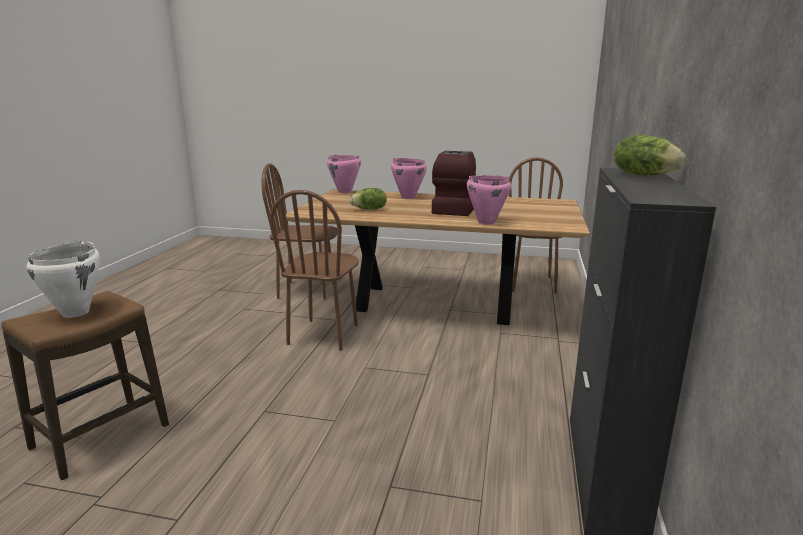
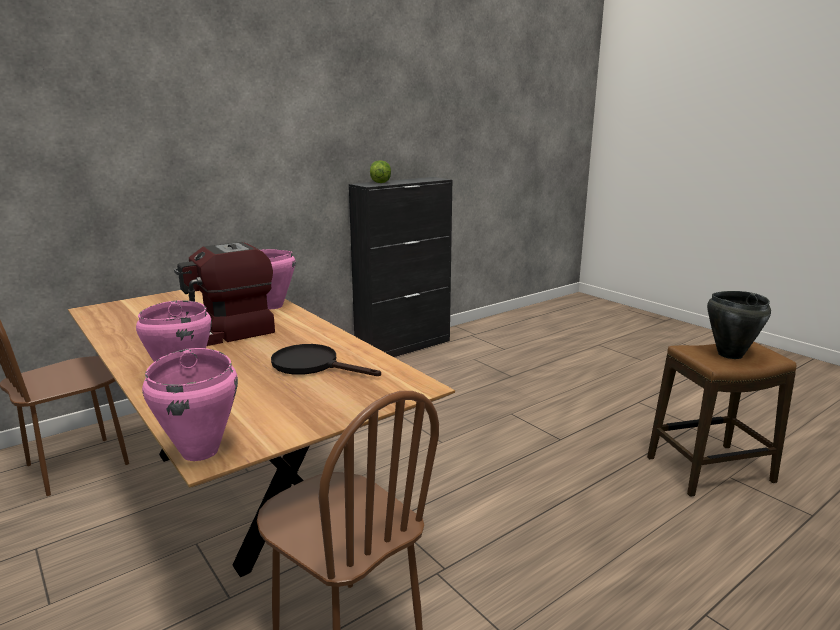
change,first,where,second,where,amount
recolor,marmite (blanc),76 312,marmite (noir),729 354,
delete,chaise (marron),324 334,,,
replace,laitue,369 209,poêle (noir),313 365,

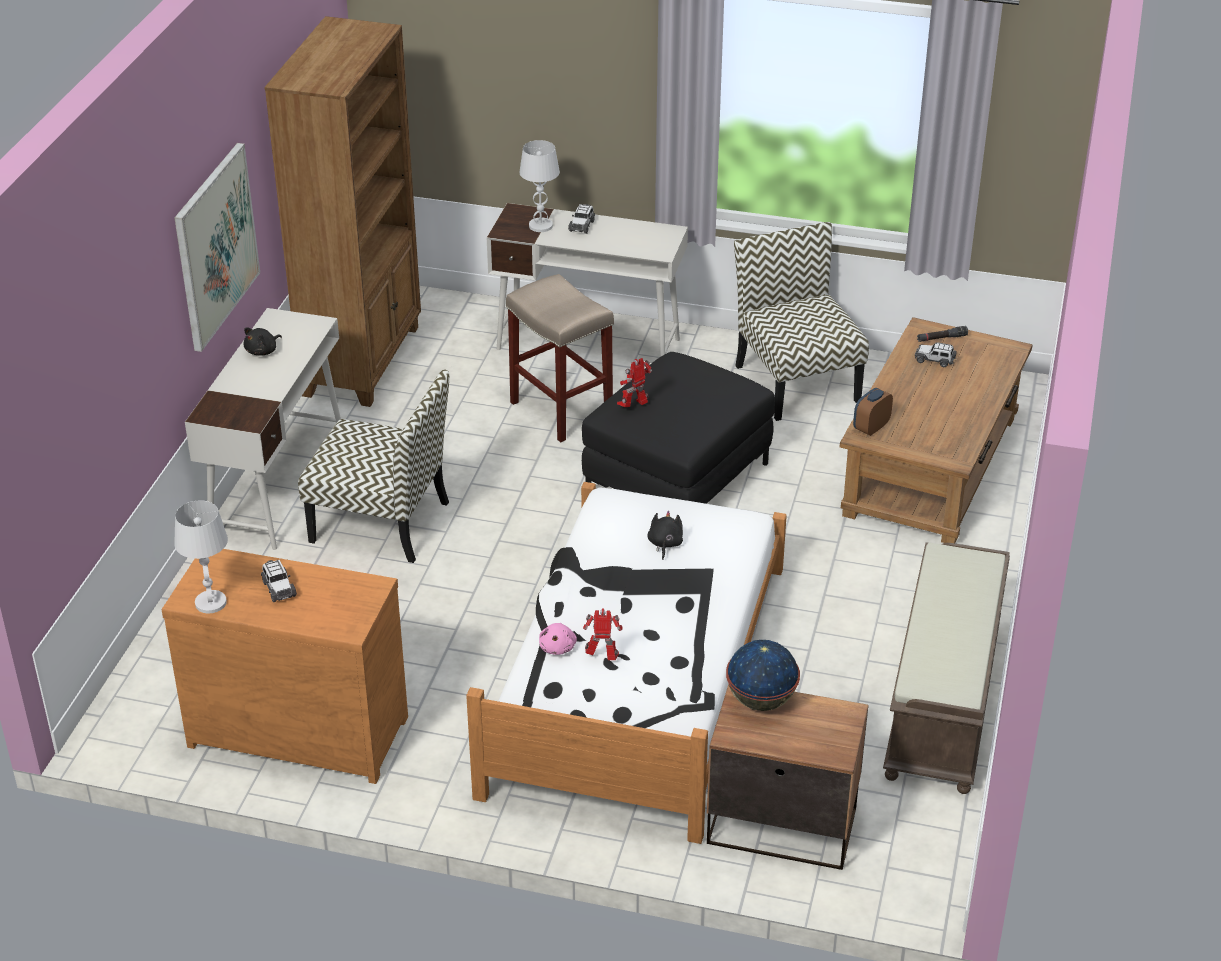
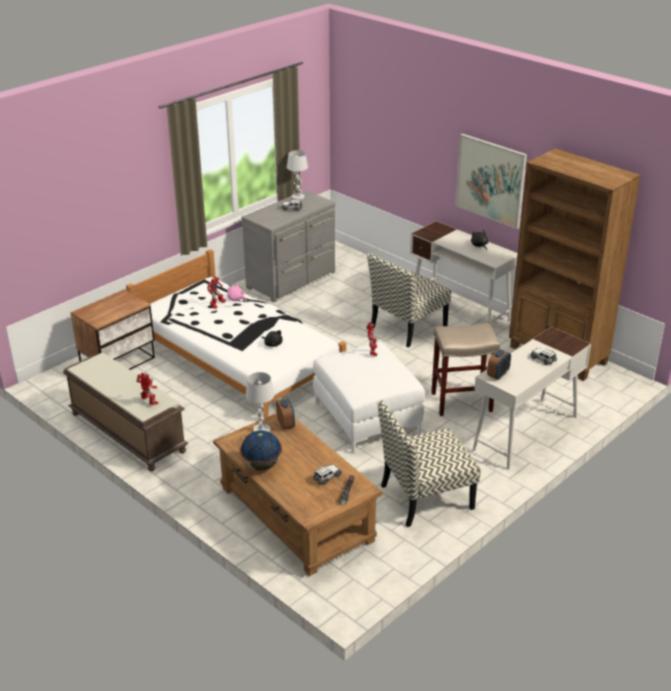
change,first,where,second,where,amount
recolor,commode (marron),299 727,commode (gris),293 280,
move,lampe de table (blanc),540 226,,261 430,
recolor,pouf (noir),677 479,pouf (blanc),366 418,
move,globe,761 700,,262 466,
rotate,chaise,795 382,,425 497,150 degrees clockwise
insert,,,robot jouet,149 402,
insert,,,réveil,498 375,

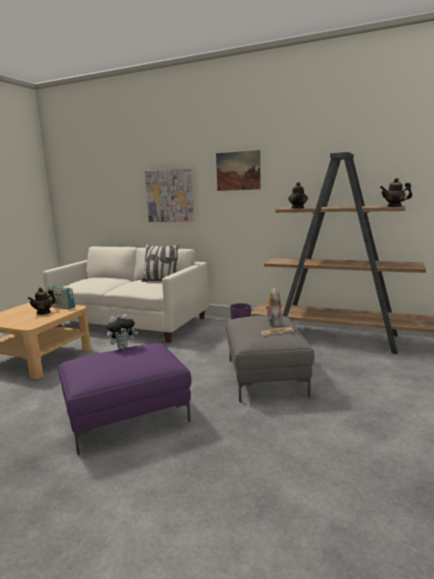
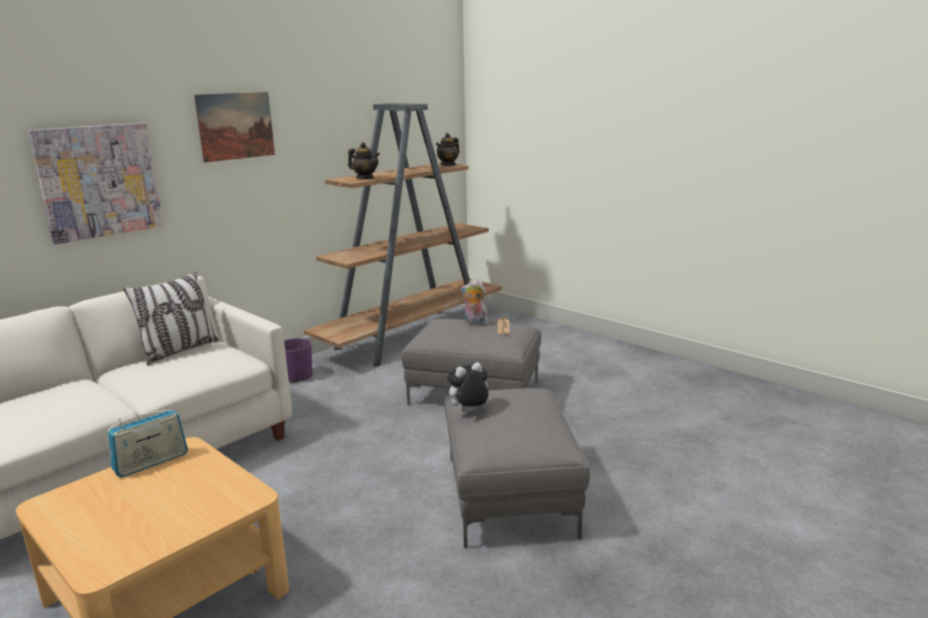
change,first,where,second,where,amount
delete,théière,44 312,,,
recolor,pouf (violet),128 416,pouf (gris),507 494,
rotate,peluche,123 347,,468 412,105 degrees counterclockwise

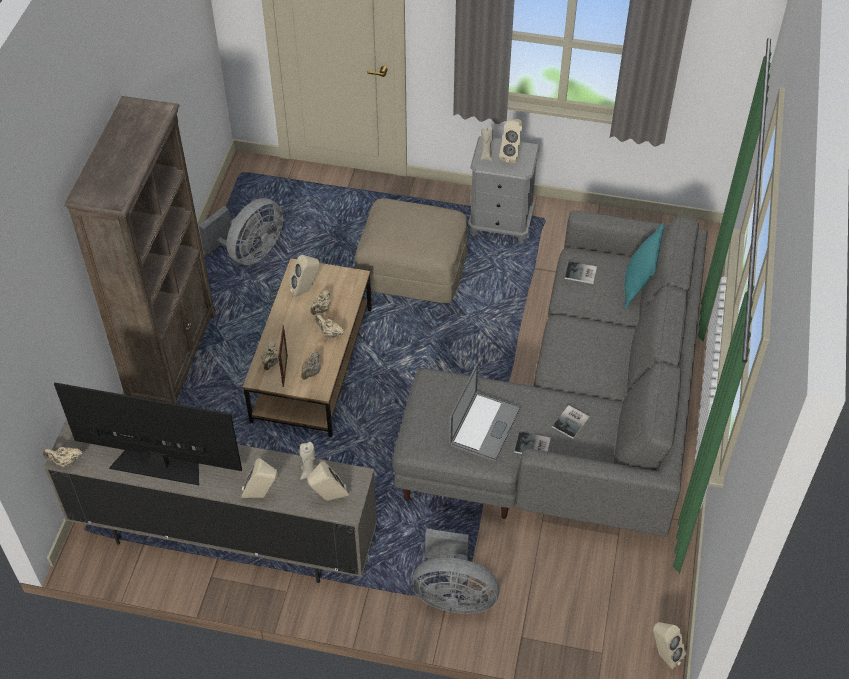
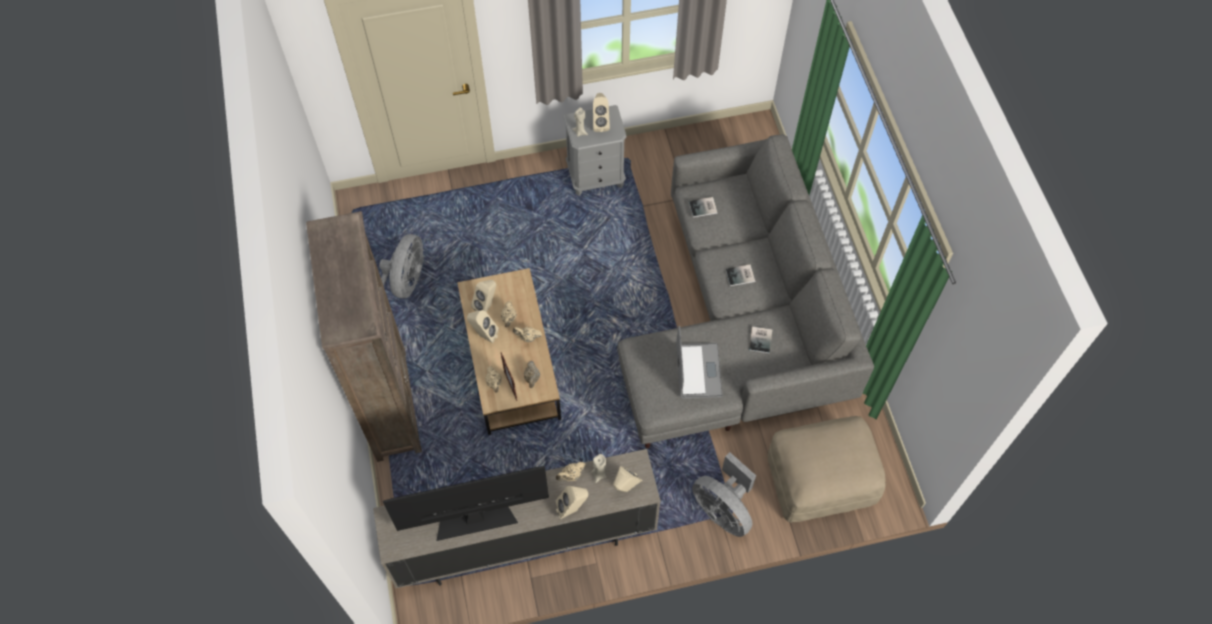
change,first,where,second,where,amount
move,théière (beige),65 462,,571 475,
move,pouf (beige),413 270,,821 478,
rotate,ventilateur (gris),453 595,,723 509,60 degrees clockwise
move,livre,533 446,,741 276,
delete,coussin (turquoise),638 286,,,
move,enceinte (beige),664 655,,484 335,

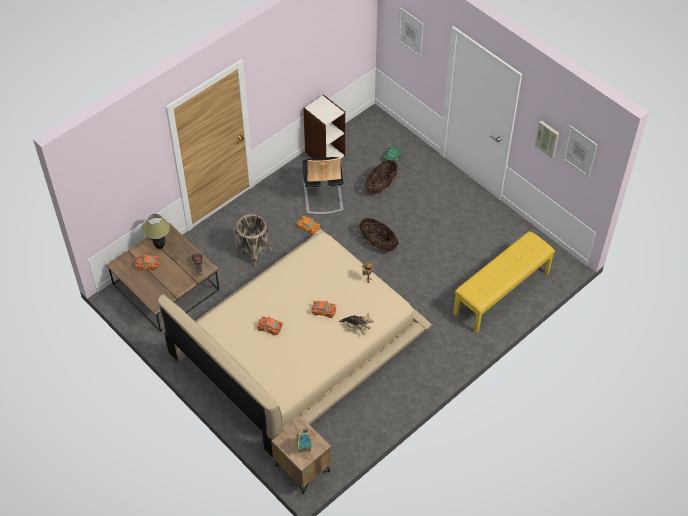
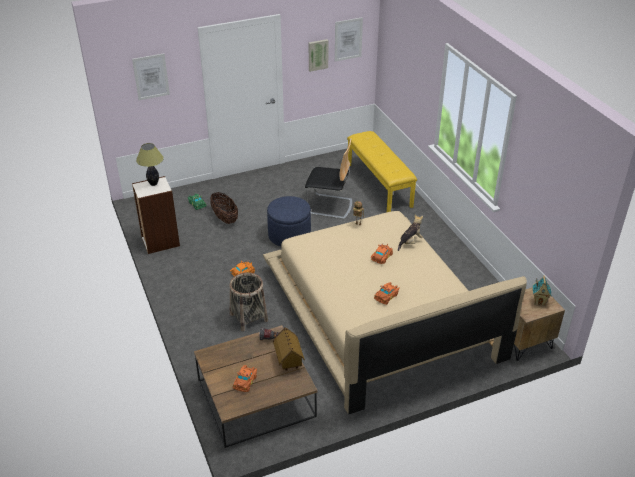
change,first,where,second,where,amount
move,lampe de table,160 246,,154 184,
move,chaise,322 196,,329 206,
replace,panier,378 243,pouf (bleu),289 235,
insert,,,maison miniature,288 360,

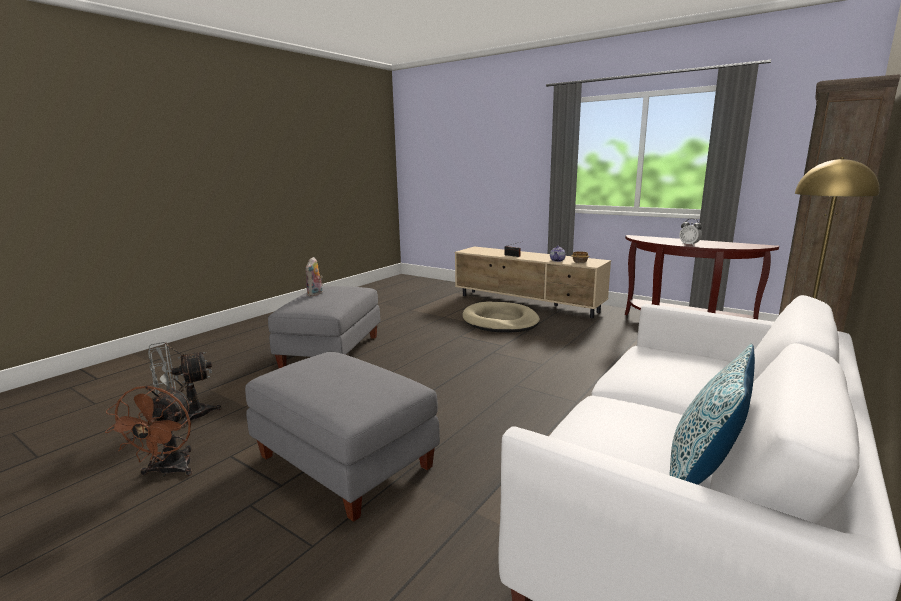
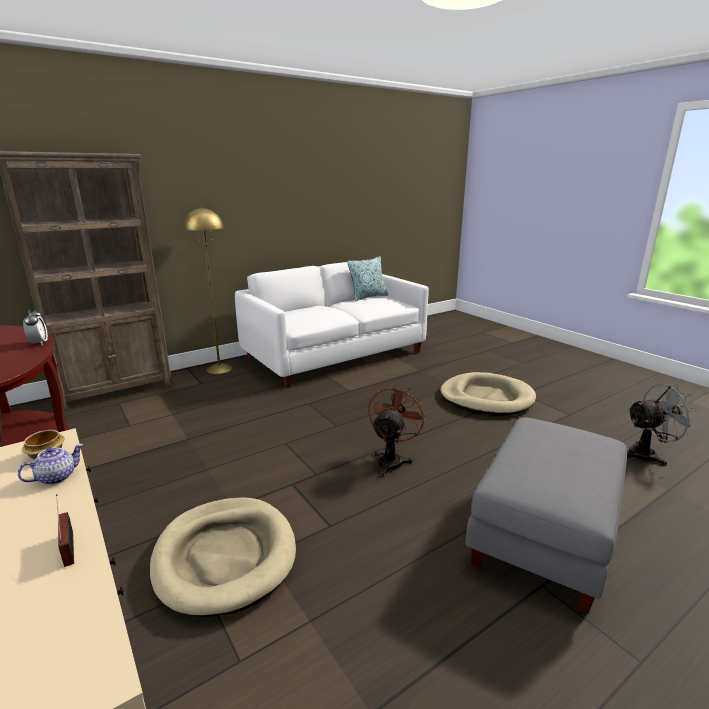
change,first,where,second,where,amount
move,ventilateur (marron),168 471,,392 460,
replace,pouf (gris),346 461,panier pour chien (beige),486 398,
delete,peluche,315 294,,,

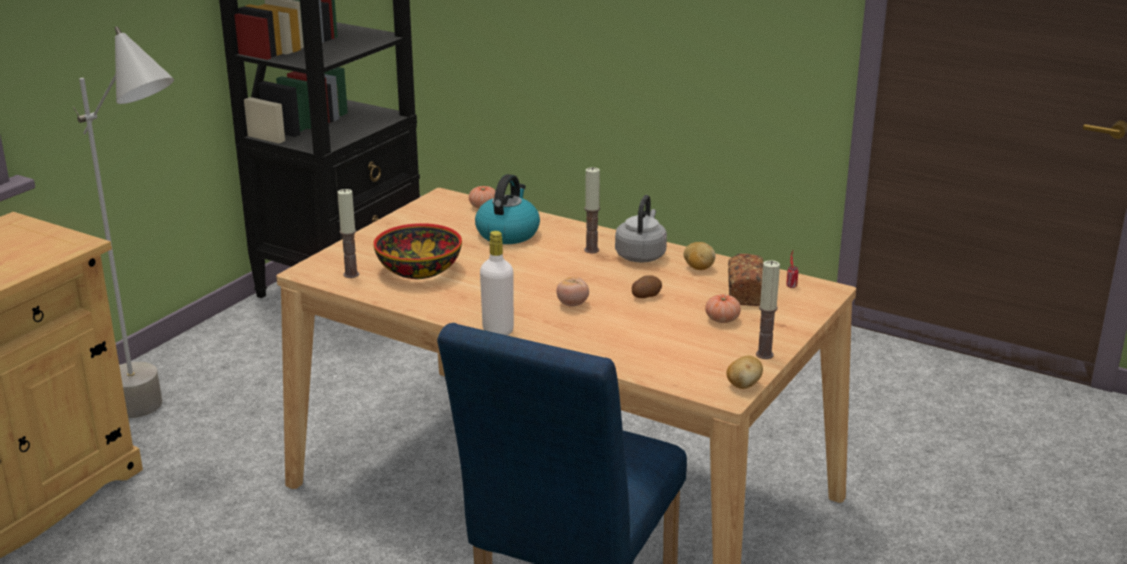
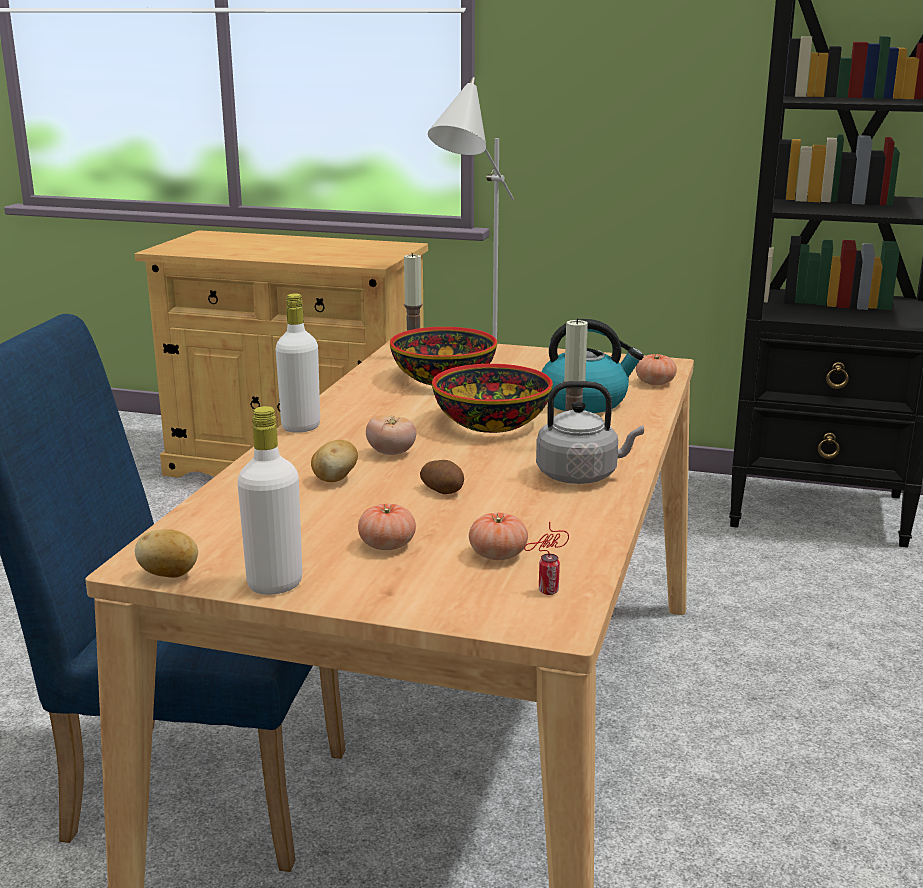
change,first,where,second,where,amount
move,pomme de terre,698 268,,335 480,
replace,pain,744 292,tomate,498 555,
replace,bougie,764 354,bouteille (blanc),275 584,
insert,,,bol,493 423,

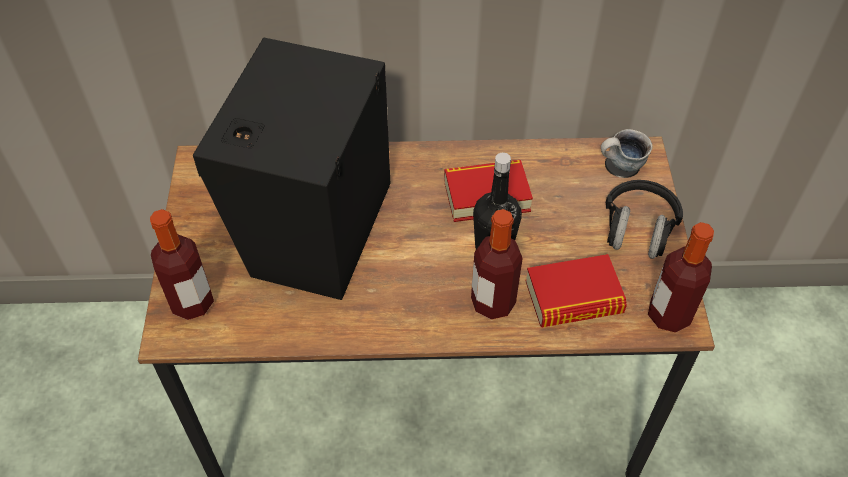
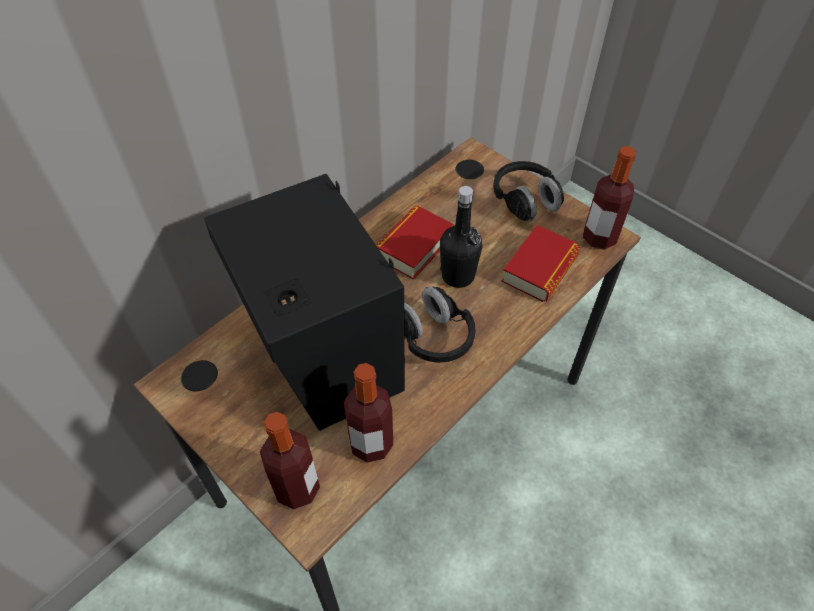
change,first,where,second,where,amount
move,bouteille,493 302,,371 443,
delete,mug,621 165,,,
insert,,,casque audio (noir),434 337,

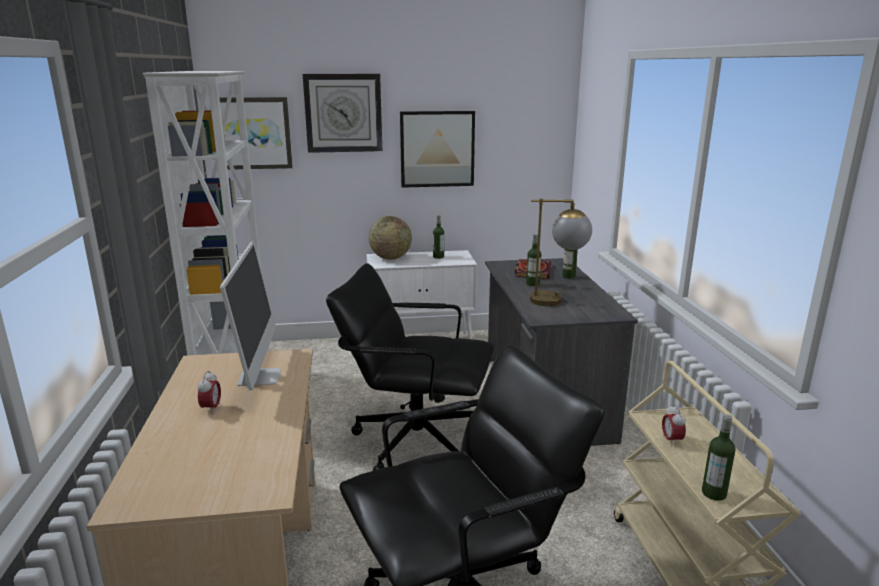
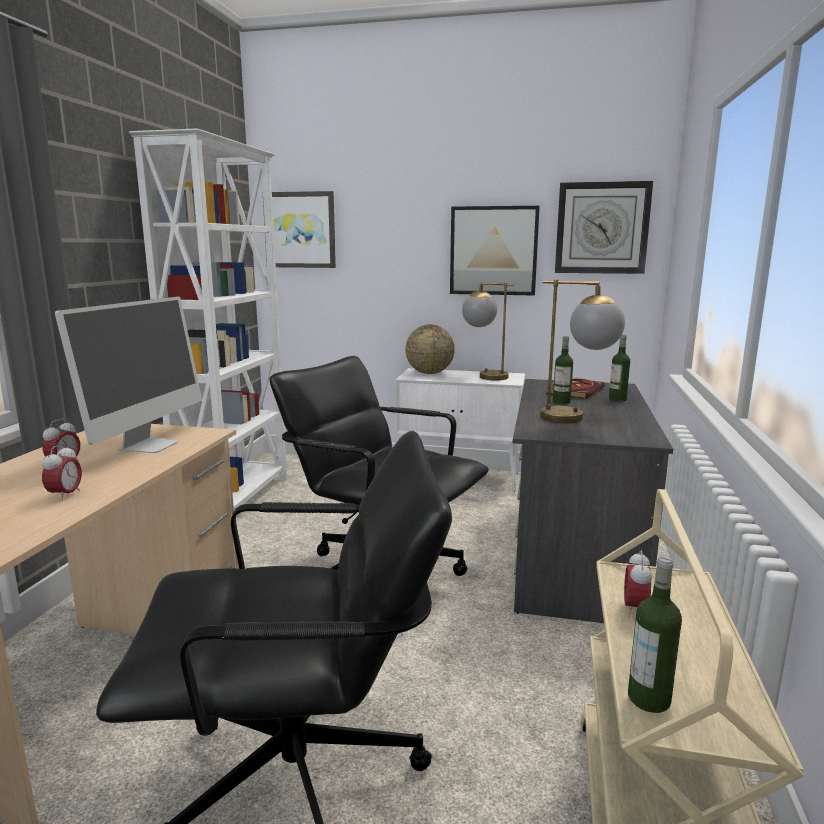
change,first,where,second,where,amount
move,horloge murale,343 113,,602 228,
replace,bouteille,438 257,lampe de table,484 376,
insert,,,réveil,65 495,

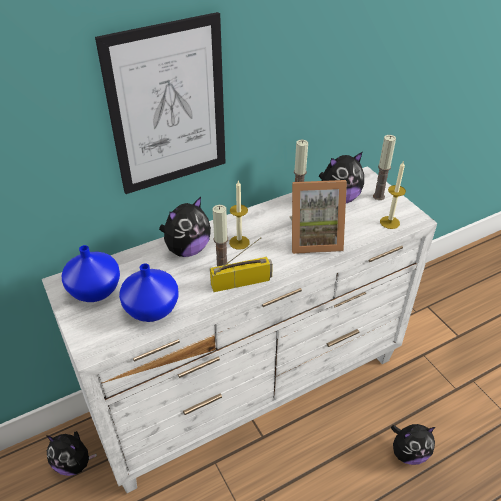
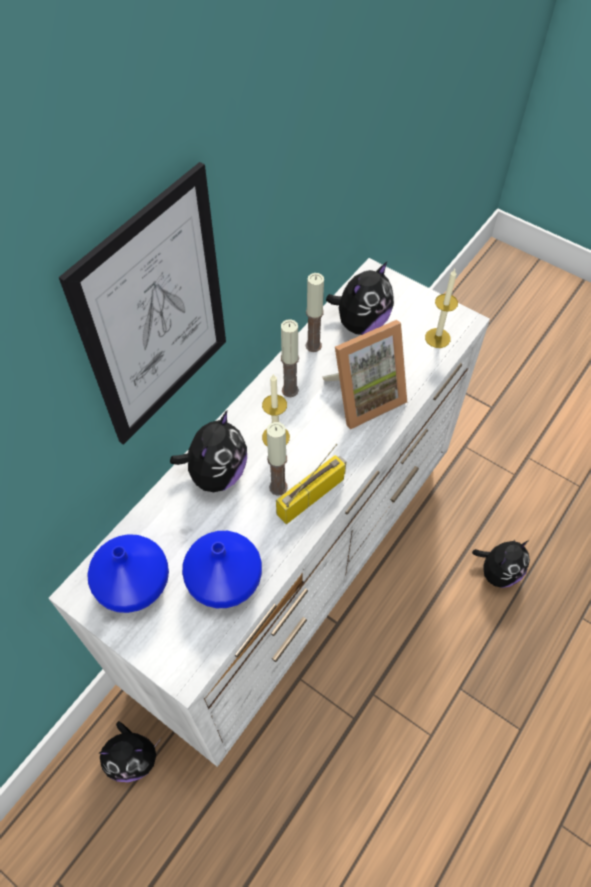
change,first,where,second,where,amount
move,bougie,378 196,,290 390,

